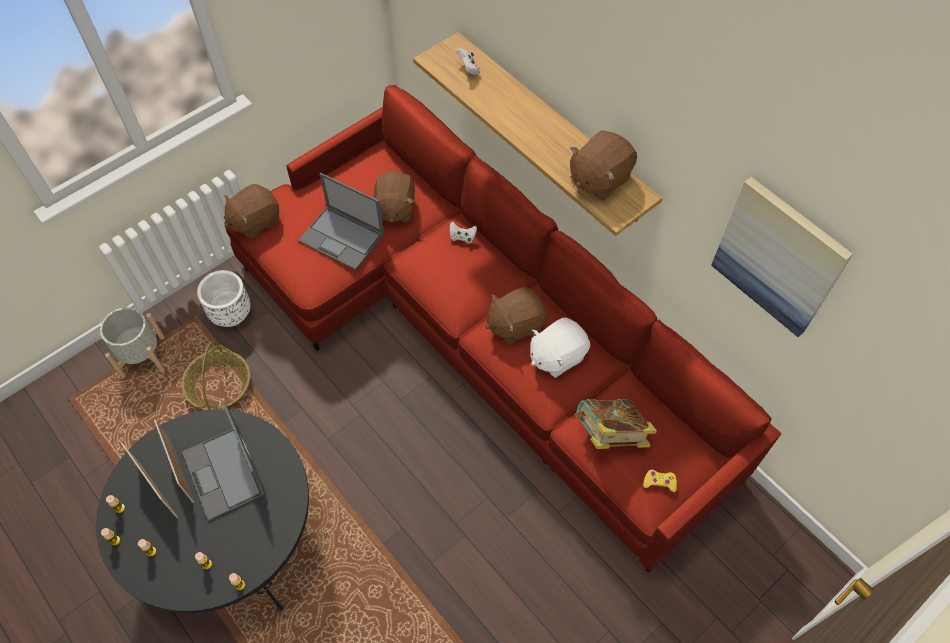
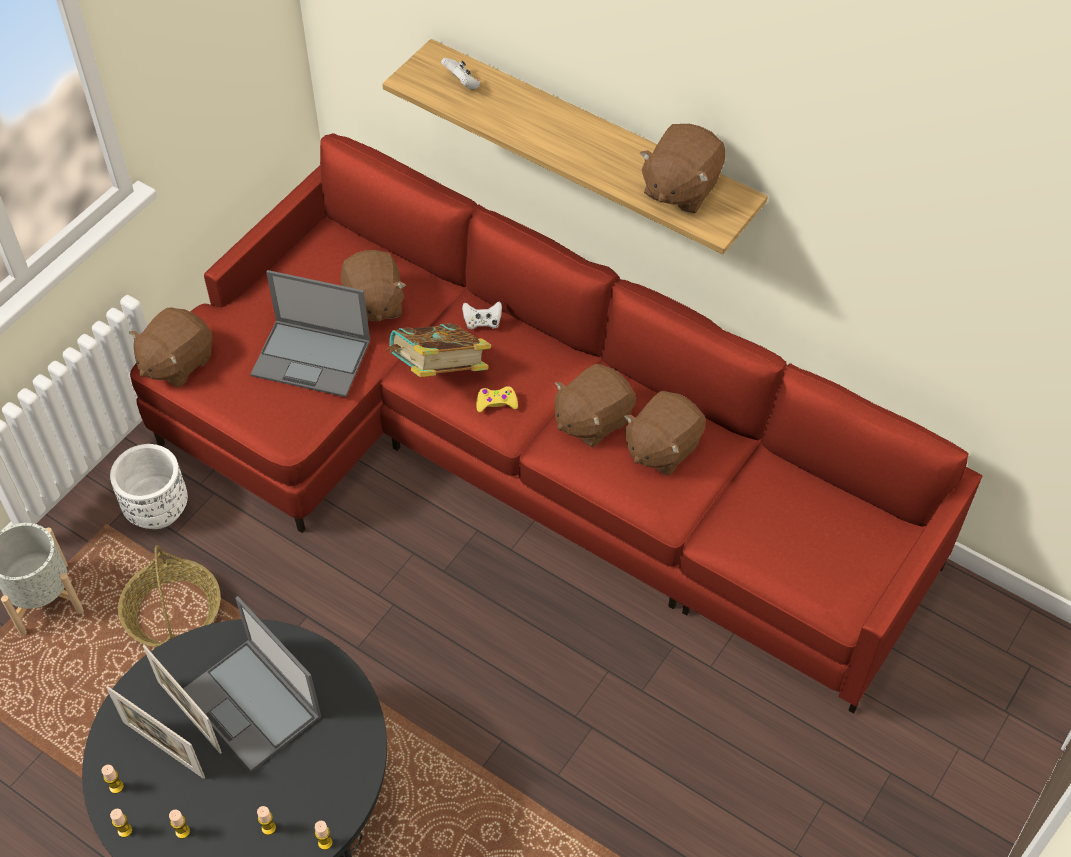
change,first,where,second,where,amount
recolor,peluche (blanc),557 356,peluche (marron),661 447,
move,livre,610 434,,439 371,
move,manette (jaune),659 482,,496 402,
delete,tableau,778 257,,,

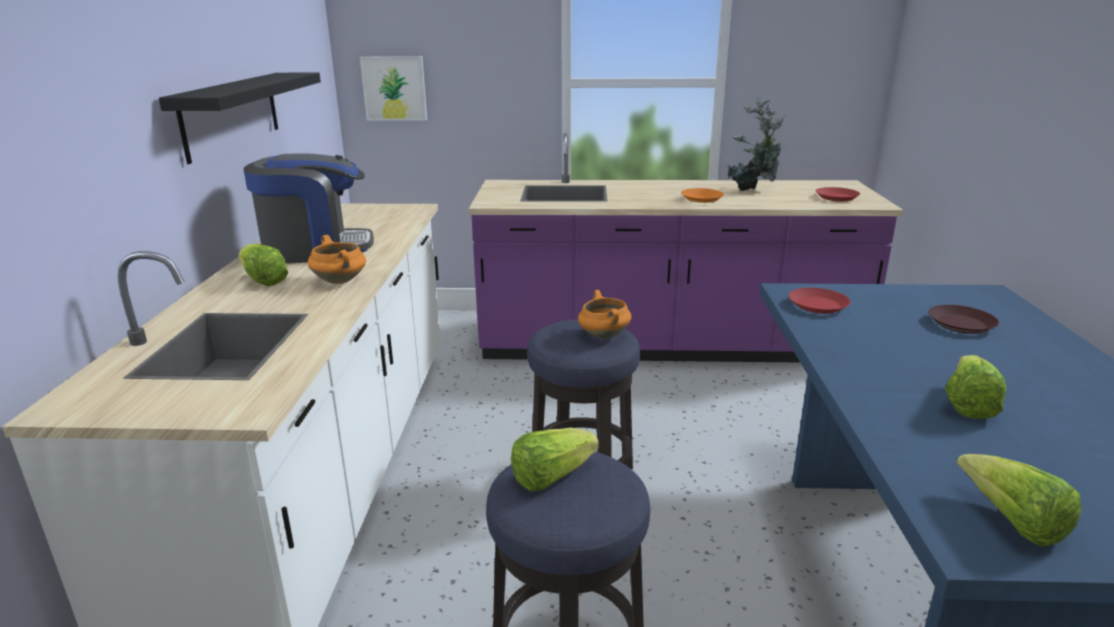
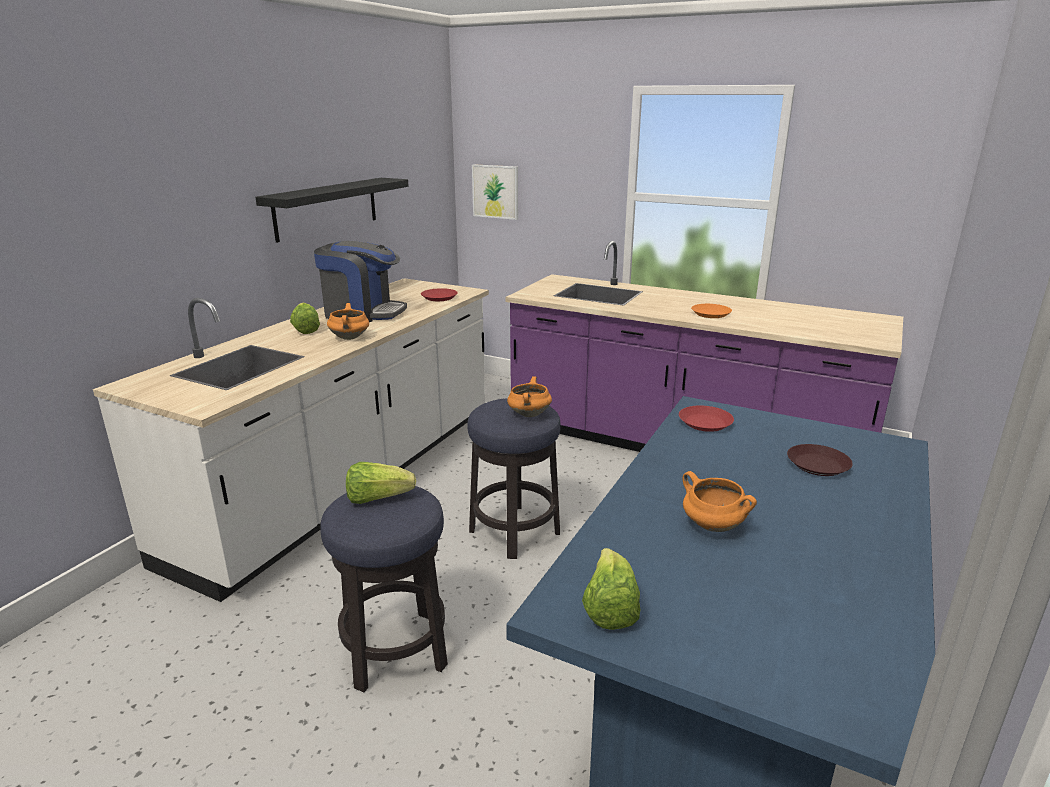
change,first,where,second,where,amount
delete,plante en pot,753 192,,,
move,assiette (rouge),837 197,,439 298,
replace,laitue,967 405,marmite (orange),712 526,

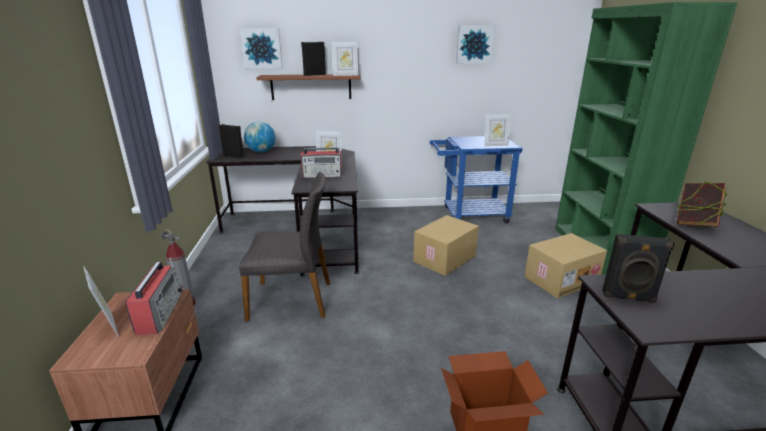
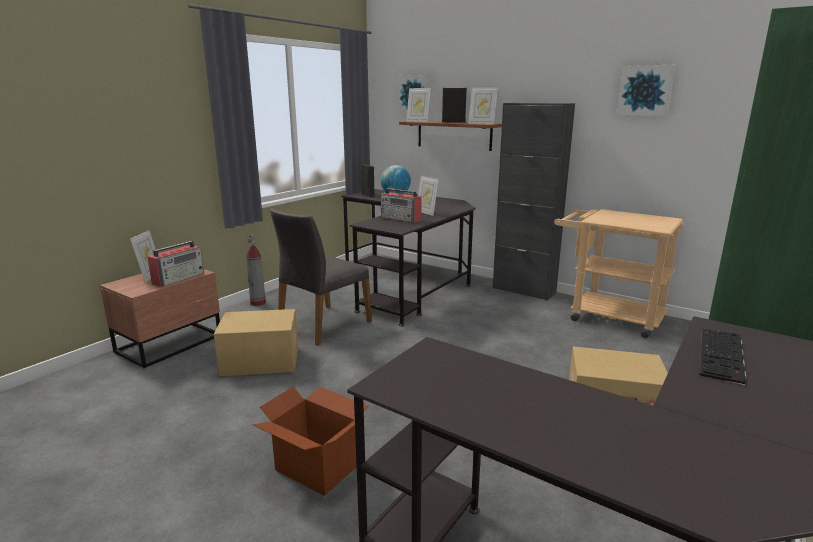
change,first,where,second,where,amount
rotate,chaise (gris),292 300,,323 325,90 degrees clockwise
move,carton,445 259,,260 362,
recolor,chariot (bleu),469 215,chariot (beige),607 316,
move,cadre photo,495 145,,418 121,
delete,enceinte (noir),628 297,,,
replace,livre,694 224,clavier,723 356,
insert,,,meuble de rangement (noir),524 290,

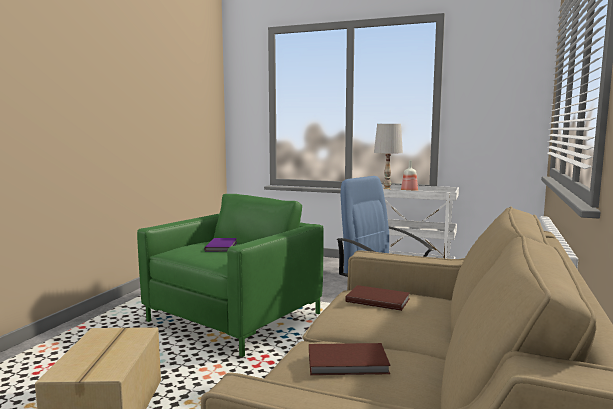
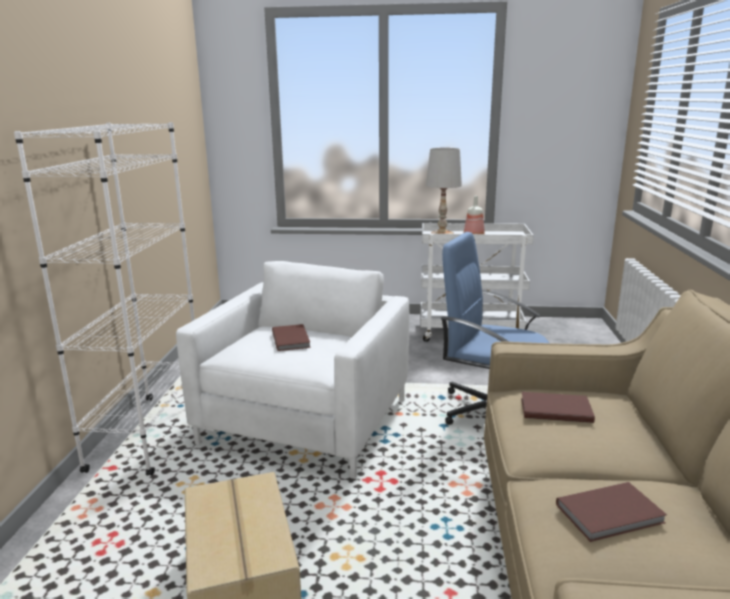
change,first,where,second,where,amount
recolor,fauteuil (vert),235 318,fauteuil (blanc),306 421,
recolor,livre (violet),222 246,livre (marron),292 339,
insert,,,bibliothèque (blanc),149 434,

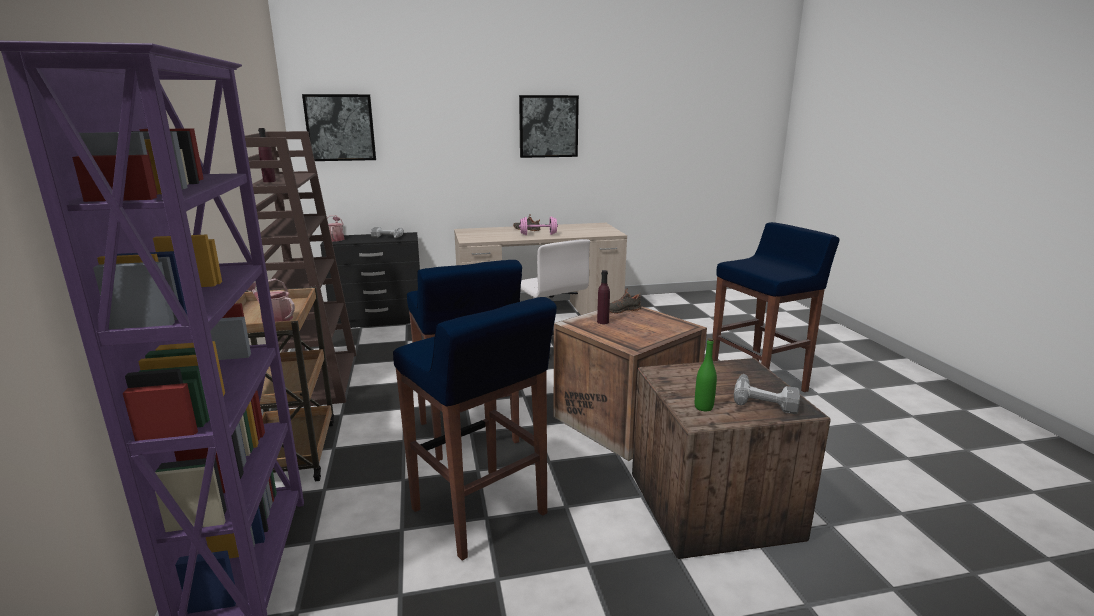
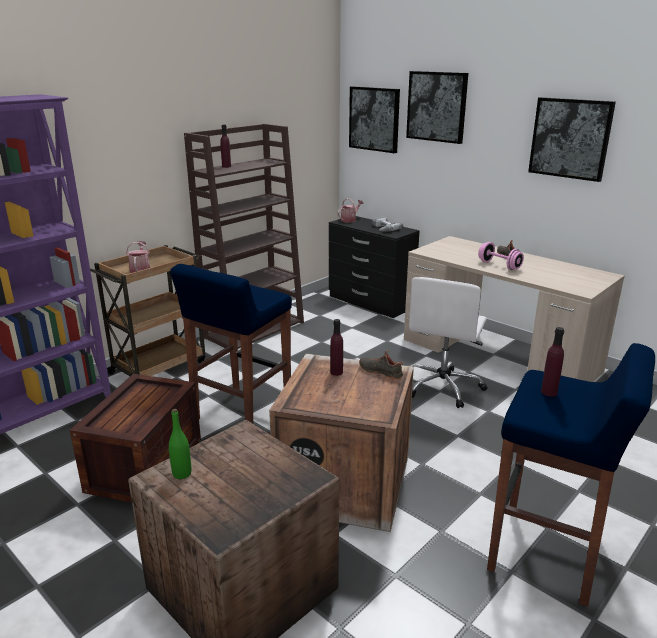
change,first,where,second,where,amount
replace,tabouret (bleu),480 513,caisse,144 465,
delete,perceuse,765 398,,,
insert,,,tableau,437 106,
insert,,,bouteille (violet),549 392,

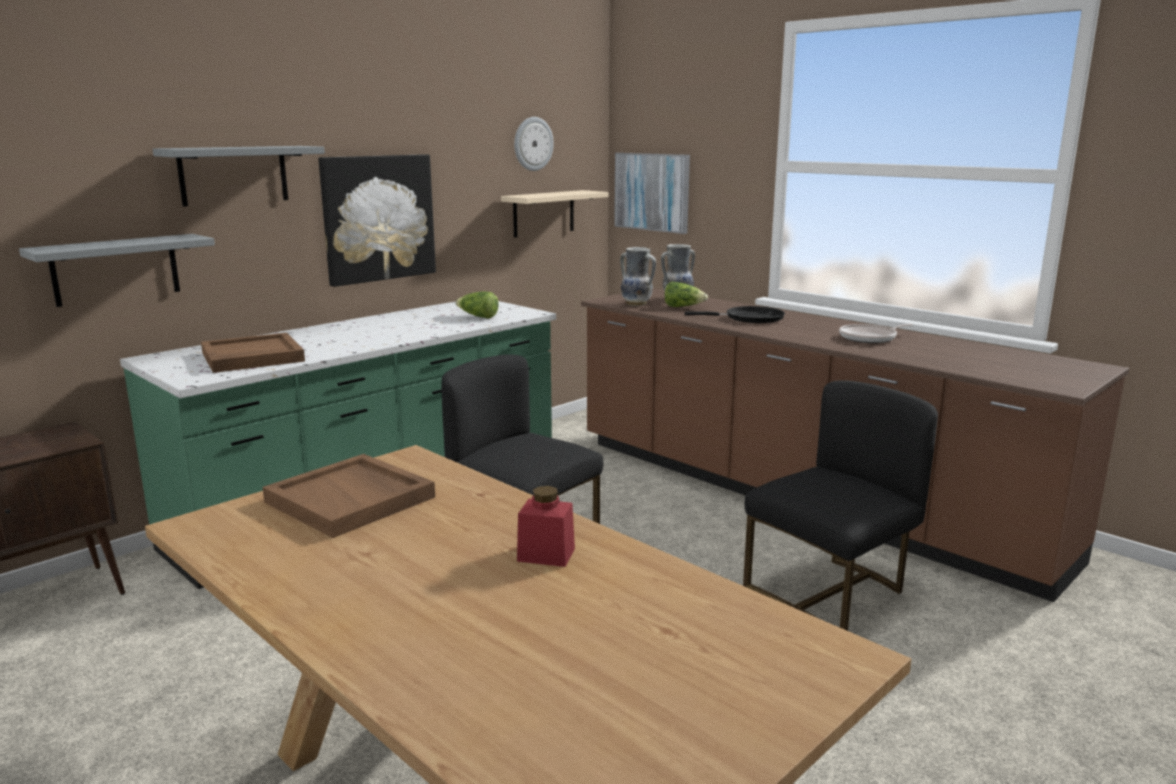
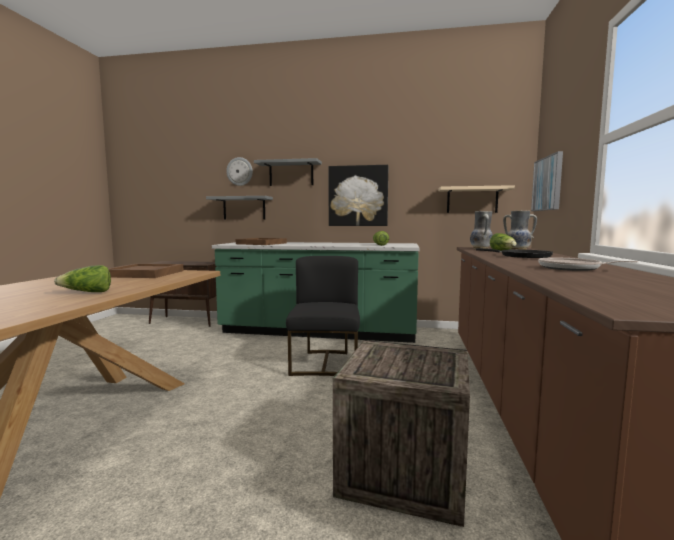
change,first,where,second,where,amount
move,horloge murale,532 144,,239 171,
replace,bocal (rouge),546 554,laitue,87 292,
replace,chaise (noir),831 594,caisse,404 470,

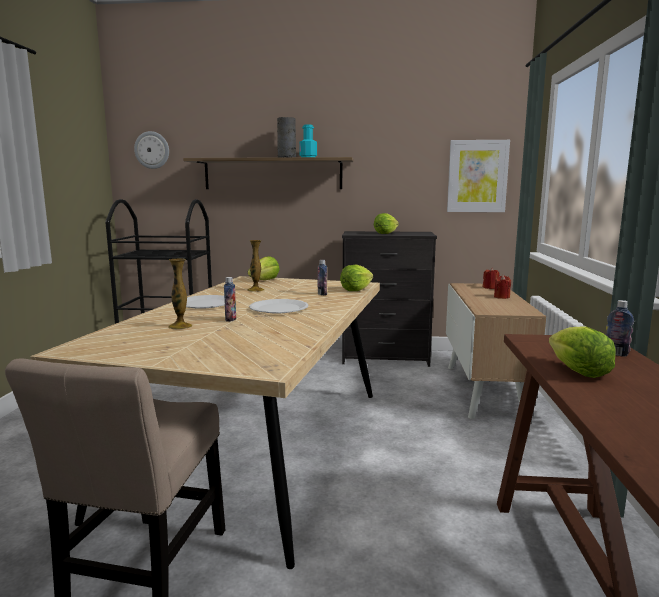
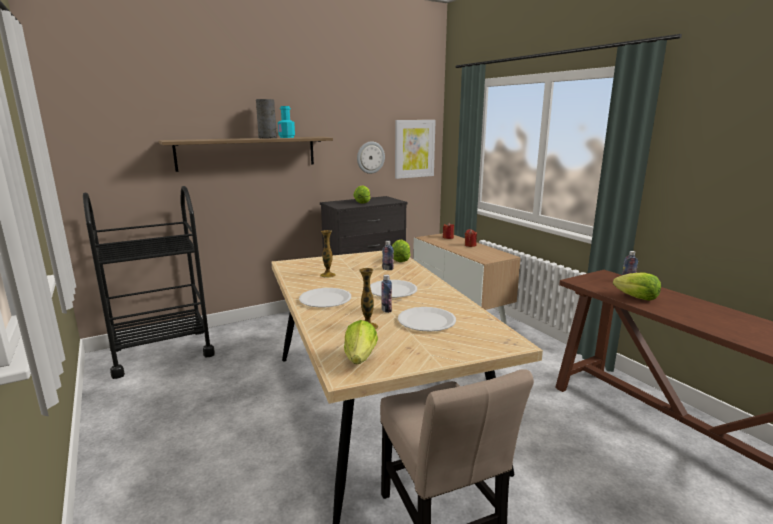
change,first,where,second,where,amount
move,horloge murale,152 150,,370 157,
move,laitue,264 280,,360 358,
insert,,,assiette (blanc),426 321,

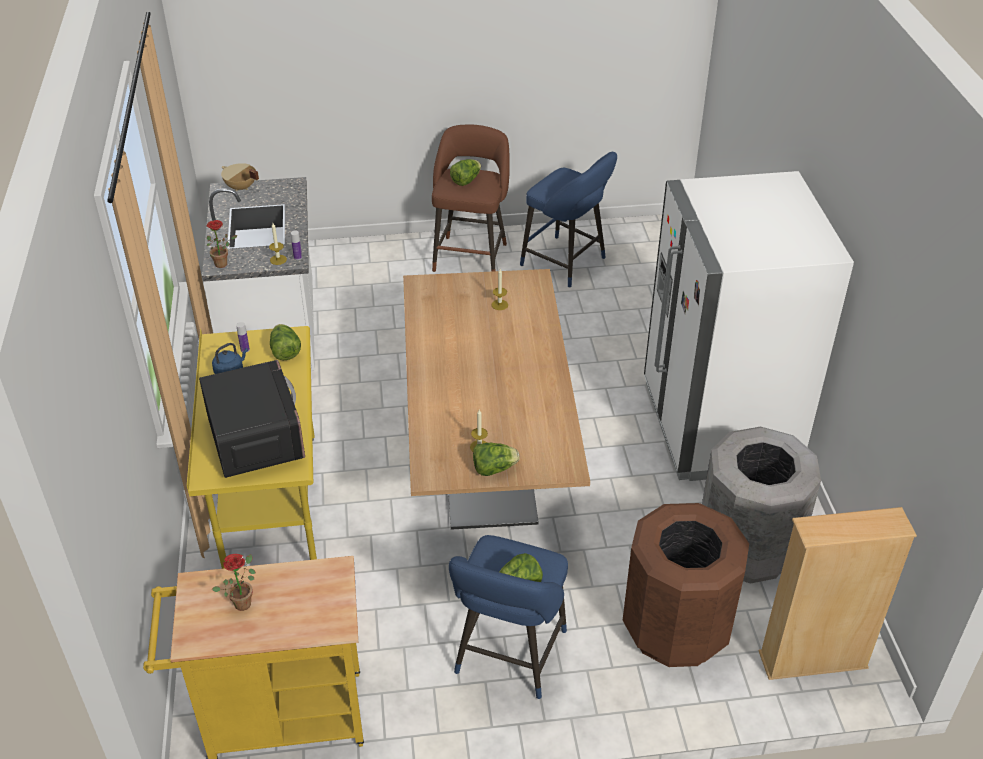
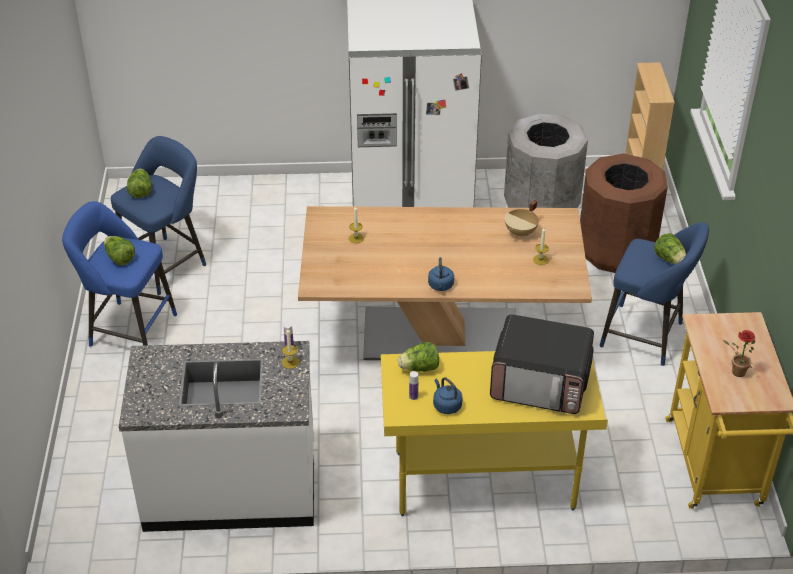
change,first,where,second,where,amount
rotate,micro-ondes,255 439,,541 383,150 degrees counterclockwise
delete,plante en pot,224 263,,,
move,marmite (beige),240 188,,521 232,
recolor,tabouret (marron),471 255,tabouret (bleu),128 329,
move,laitue,494 469,,140 191,
insert,,,bouilloire (bleu),440 286,

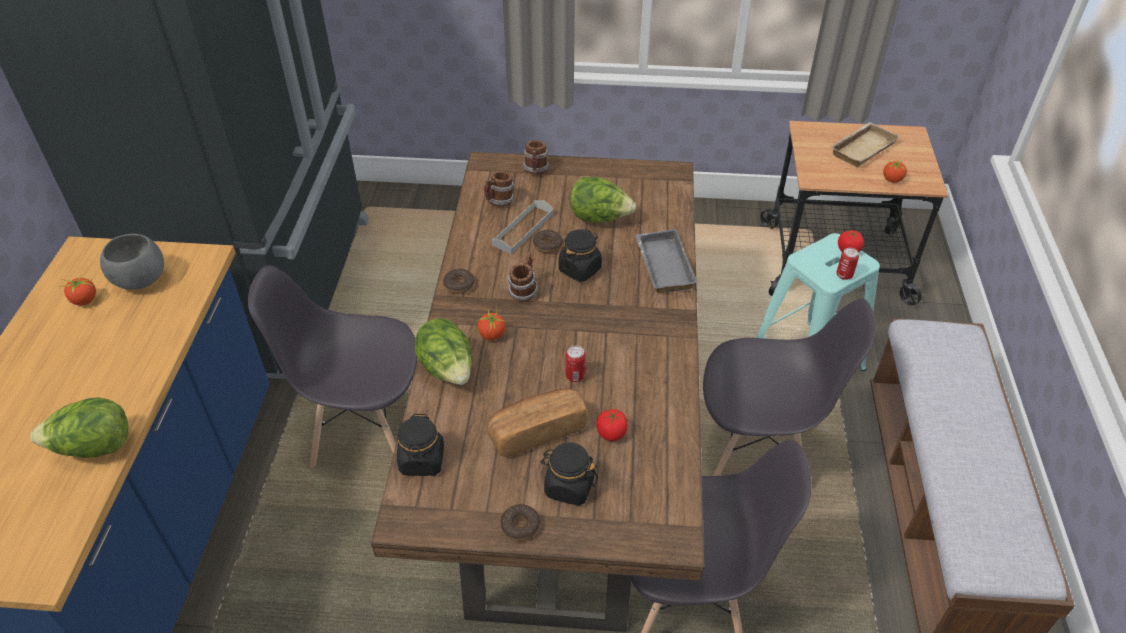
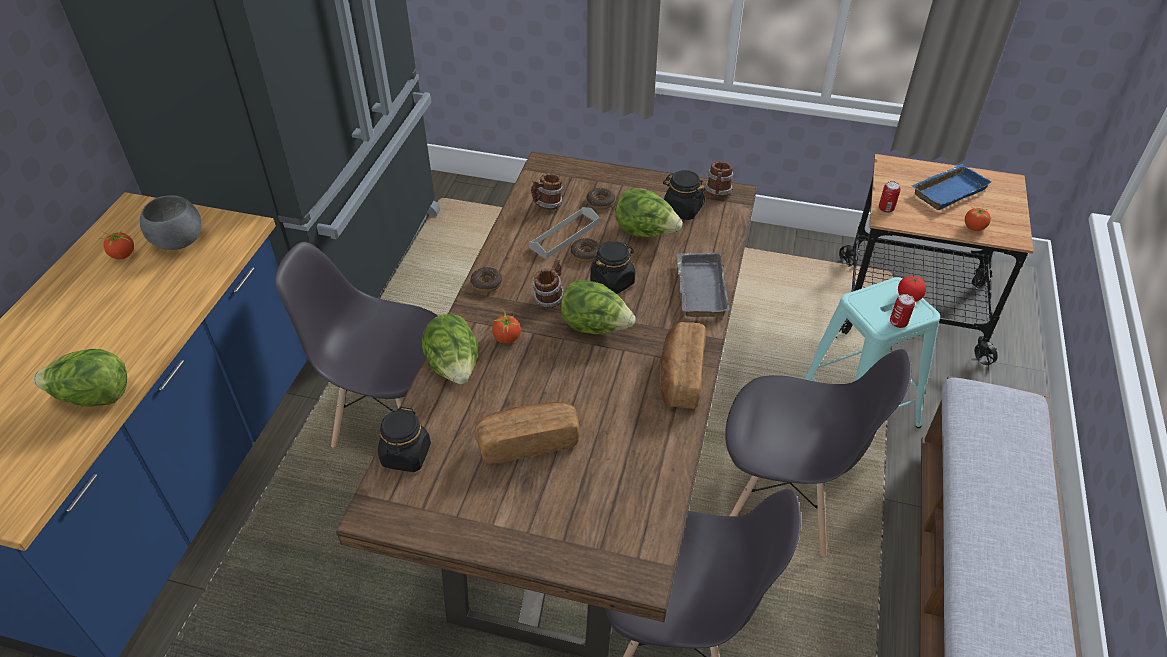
change,first,where,second,where,amount
move,beignet,520 526,,600 202,
move,mug,536 171,,718 193,
move,bocal (noir),569 486,,682 209,
move,boîte métallique,575 376,,886 208,
delete,tomate,611 433,,,
recolor,plateau (beige),861 148,plateau (bleu),948 190,
insert,,,laitue,595 327,
insert,,,pain,680 377,

